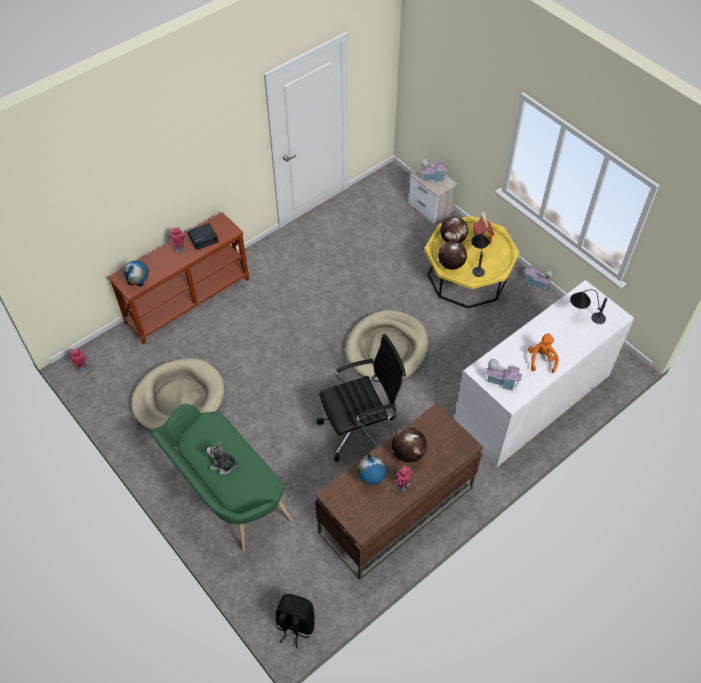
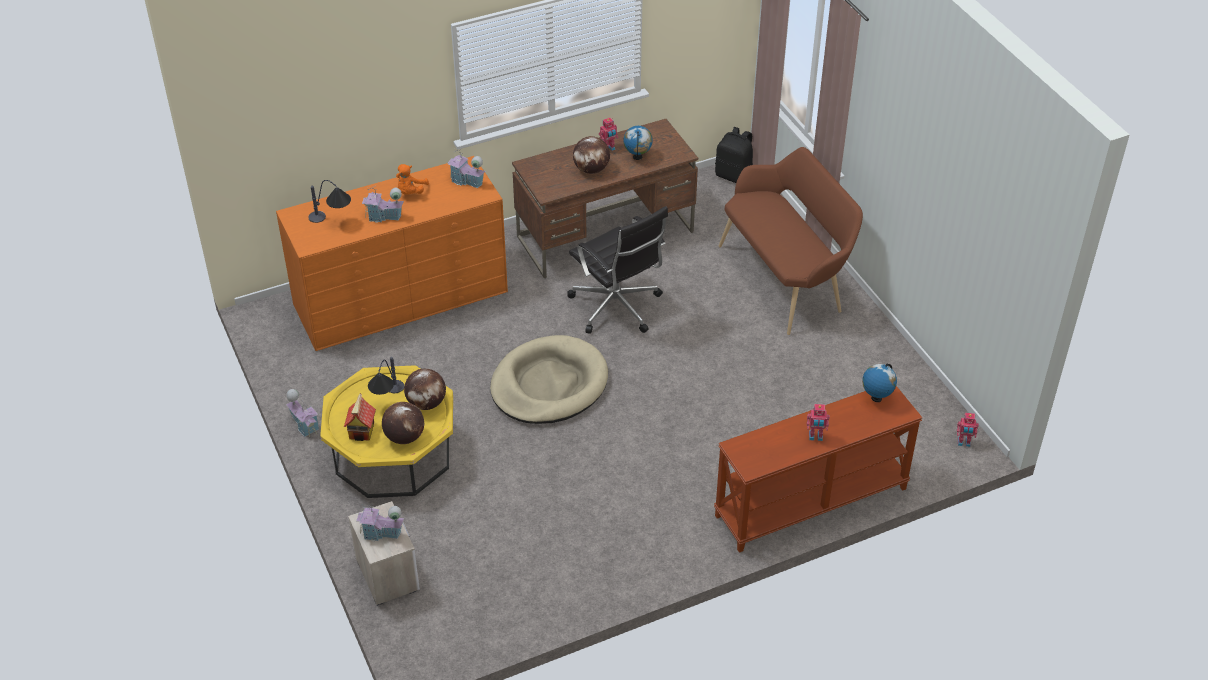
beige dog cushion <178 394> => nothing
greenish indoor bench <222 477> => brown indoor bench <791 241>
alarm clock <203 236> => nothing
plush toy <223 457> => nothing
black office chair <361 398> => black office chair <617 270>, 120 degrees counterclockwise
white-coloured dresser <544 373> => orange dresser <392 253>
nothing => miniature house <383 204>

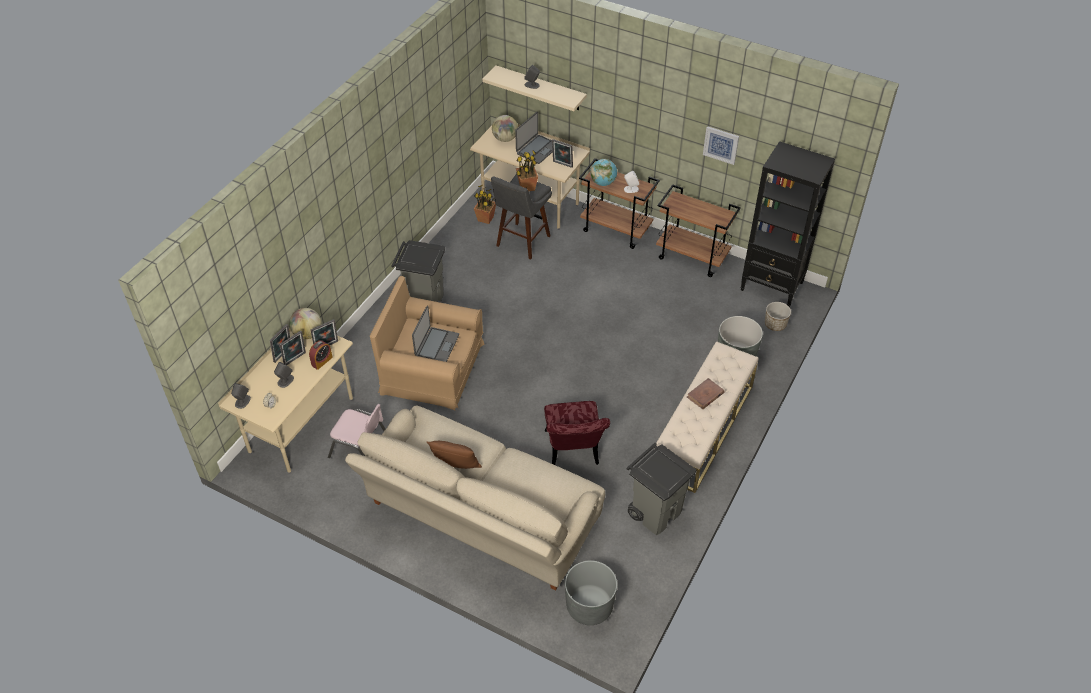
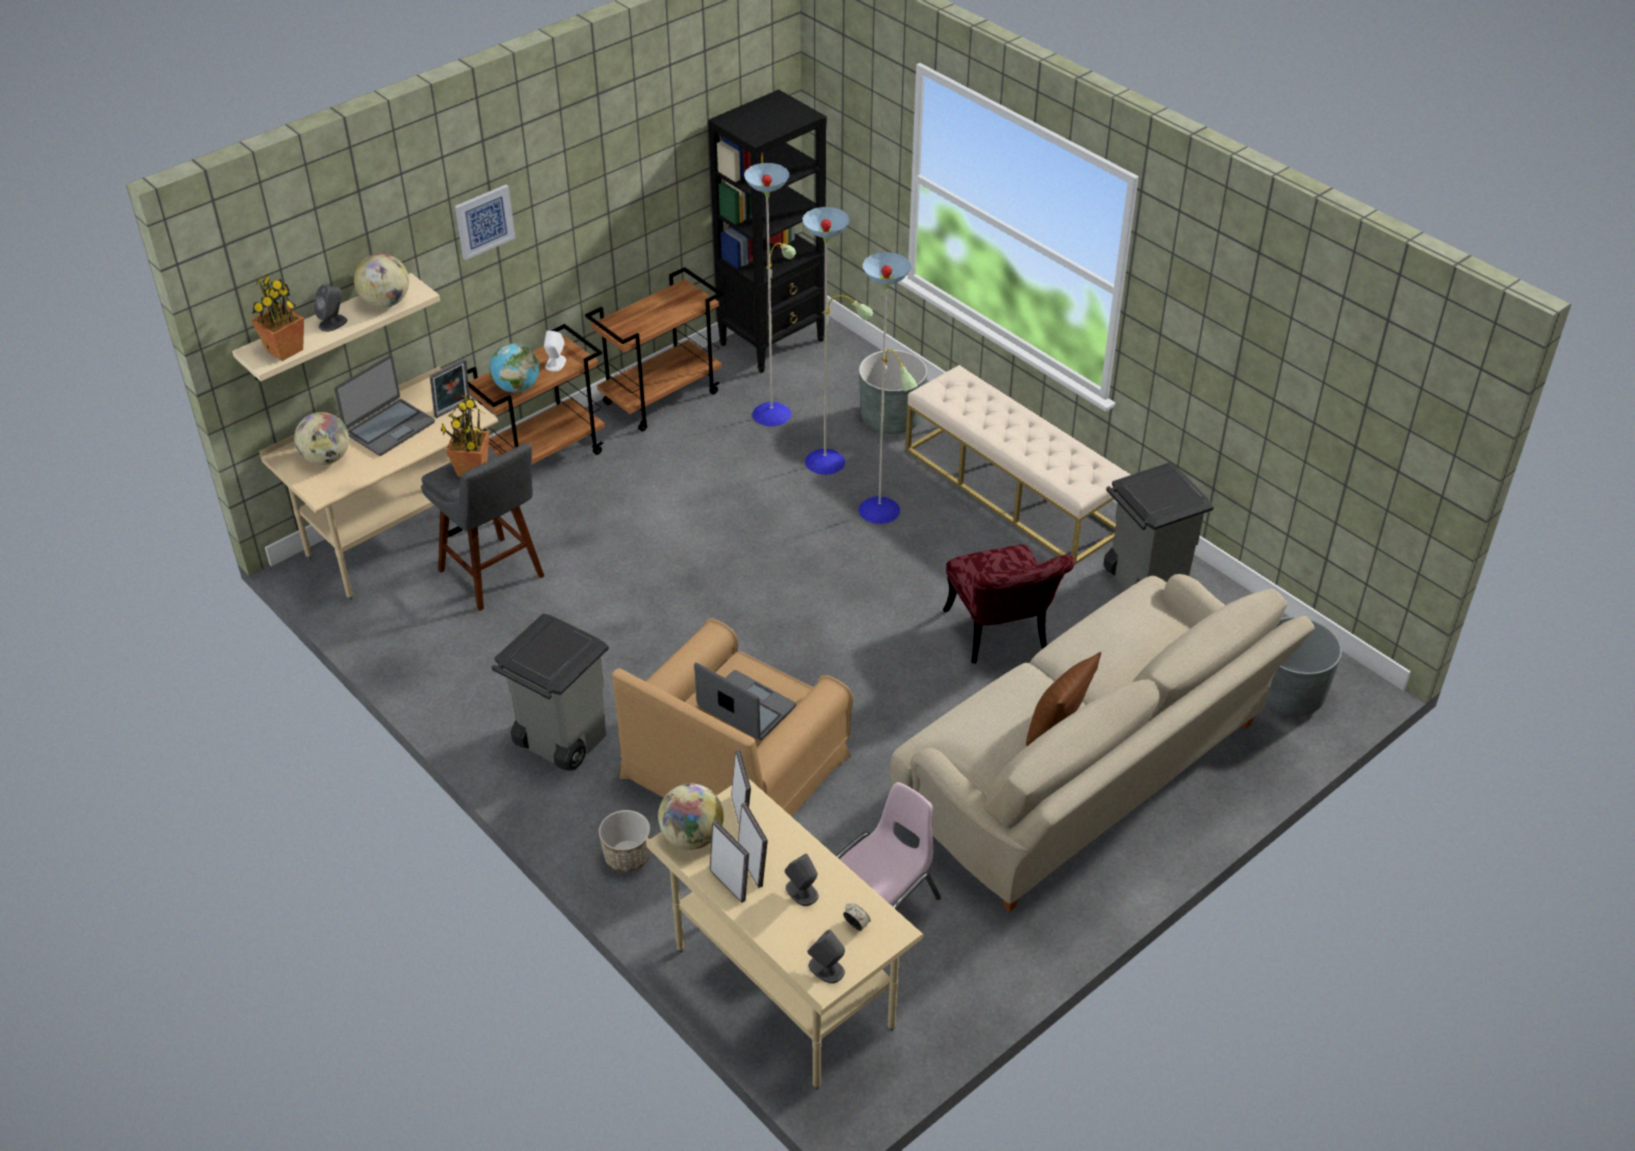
alarm clock <321 355> => nothing
plant in a pot <485 204> => plant in a pot <277 317>, shifted
portable computer <534 138> => portable computer <384 405>, 75 degrees clockwise
red chair <577 433> => red chair <1009 604>, 60 degrees clockwise
brown volume <706 393> => nothing
wall picture <721 145> => wall picture <485 222>, shifted
planter <778 316> => planter <624 841>, shifted
nothing => world globe <381 280>
nothing => standing lamp <830 343>

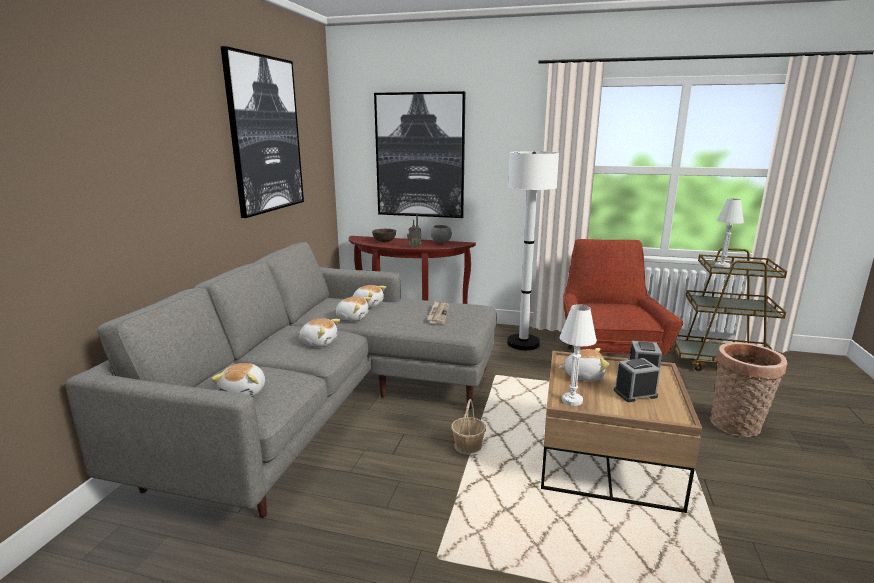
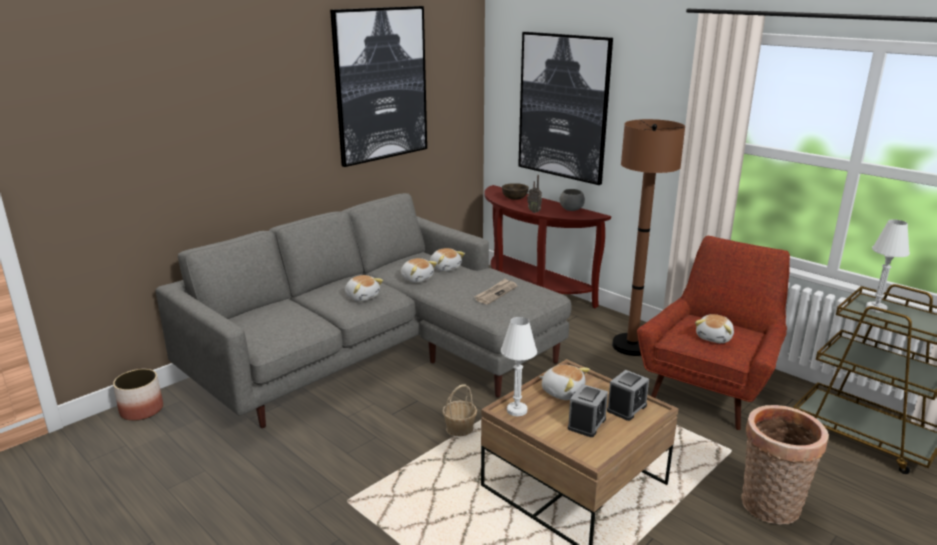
plush toy <238 379> => plush toy <714 328>, shifted
white-coloured standing lamp <533 250> => brown standing lamp <648 237>
alarm clock <637 380> => alarm clock <588 410>, 105 degrees clockwise
nothing => planter <138 395>

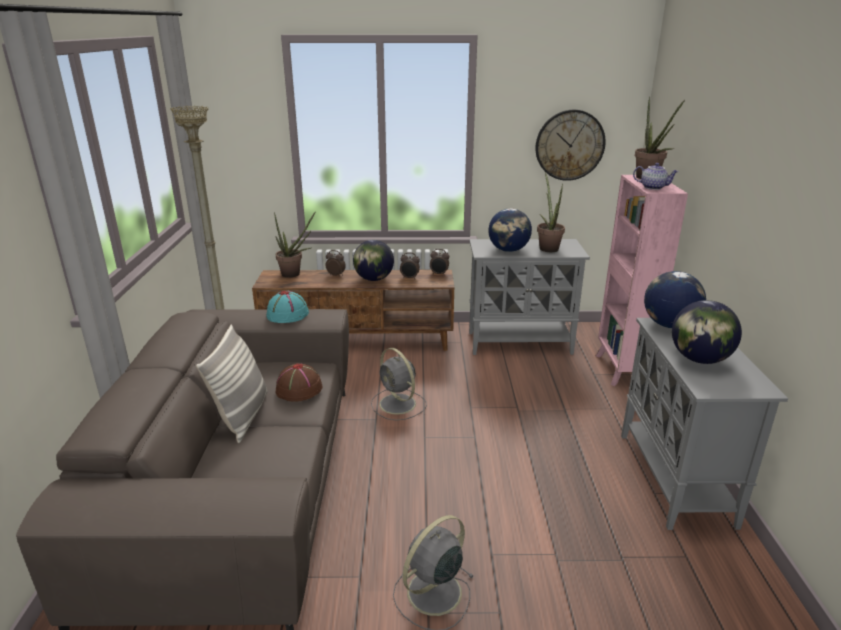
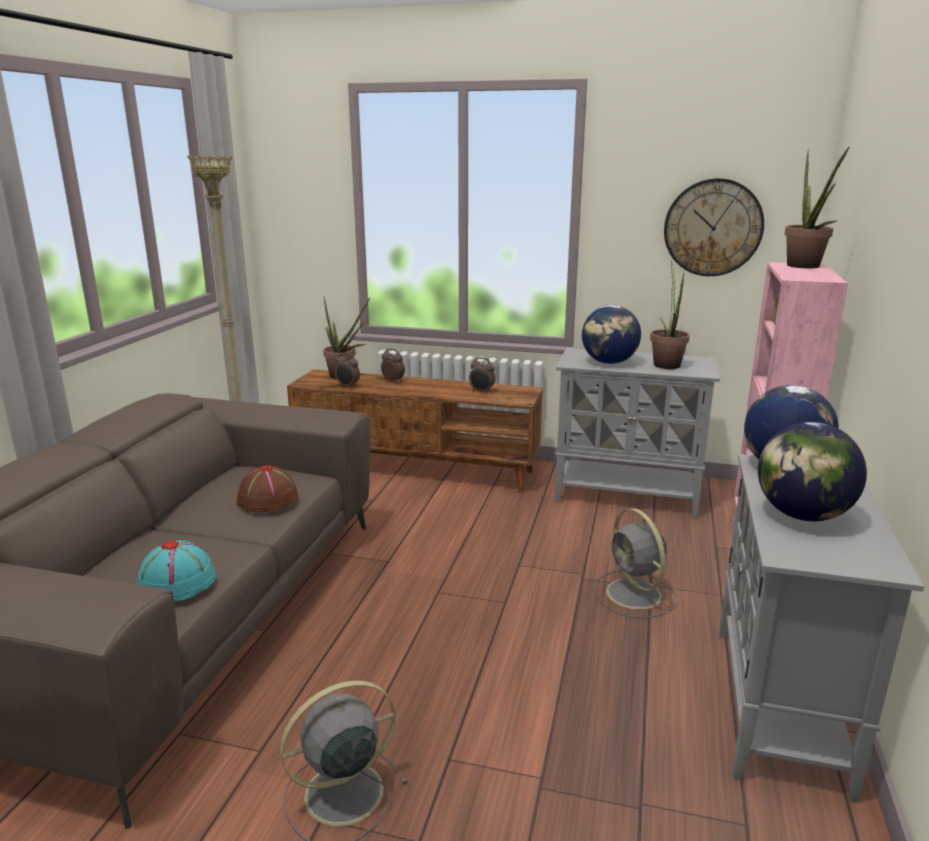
cushion <232 384> => nothing
blue-green wearable hat <288 307> => blue-green wearable hat <176 571>, shifted
world globe <373 260> => nothing
grey fan <399 384> => grey fan <636 563>, shifted
alarm clock <439 262> => alarm clock <347 370>, shifted
teapot <656 176> => nothing

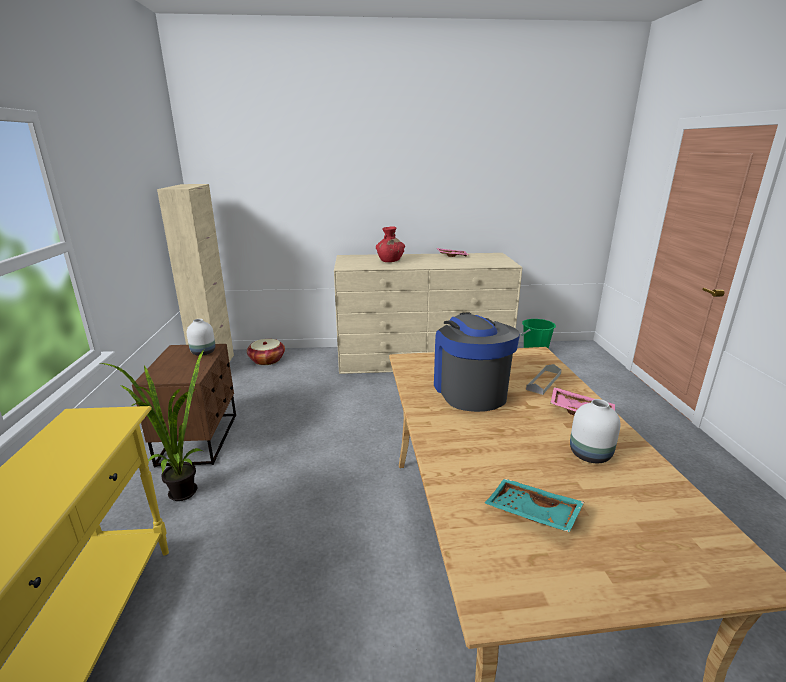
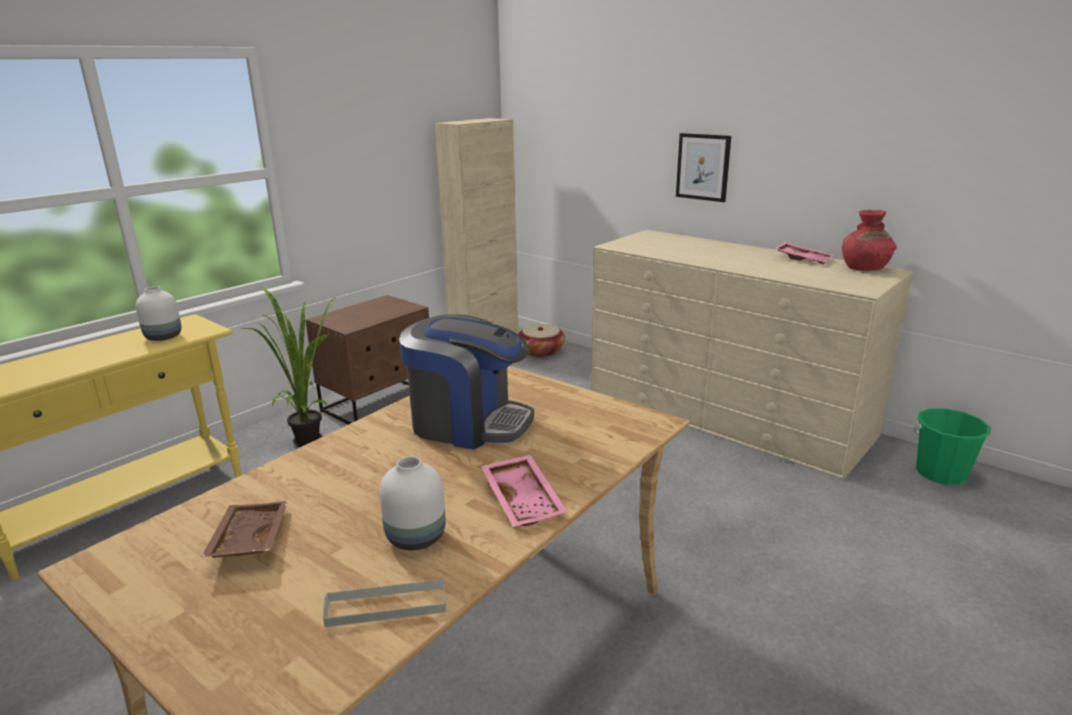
white-coloured flower vase <201 337> => white-coloured flower vase <158 313>, shifted
red flower vase <390 244> => red flower vase <869 240>, shifted
coffee machine <477 362> => coffee machine <466 381>, 75 degrees clockwise
blue-green serving tray <534 505> => brown serving tray <245 529>
grey serving tray <543 379> => grey serving tray <384 602>, shifted
nothing => wall picture <703 167>

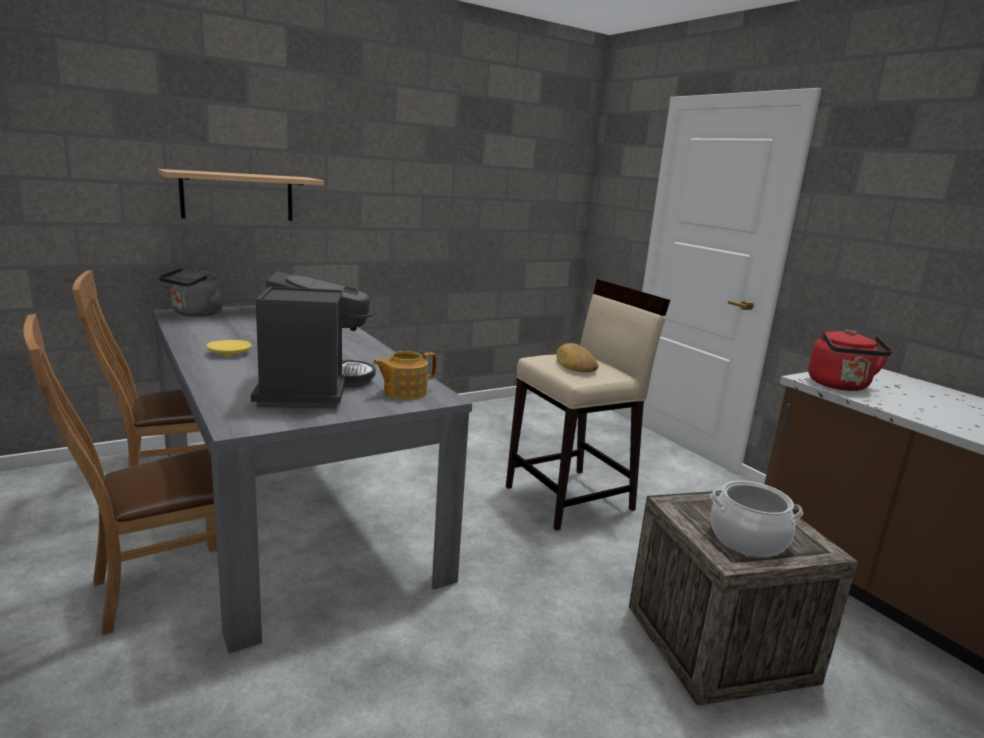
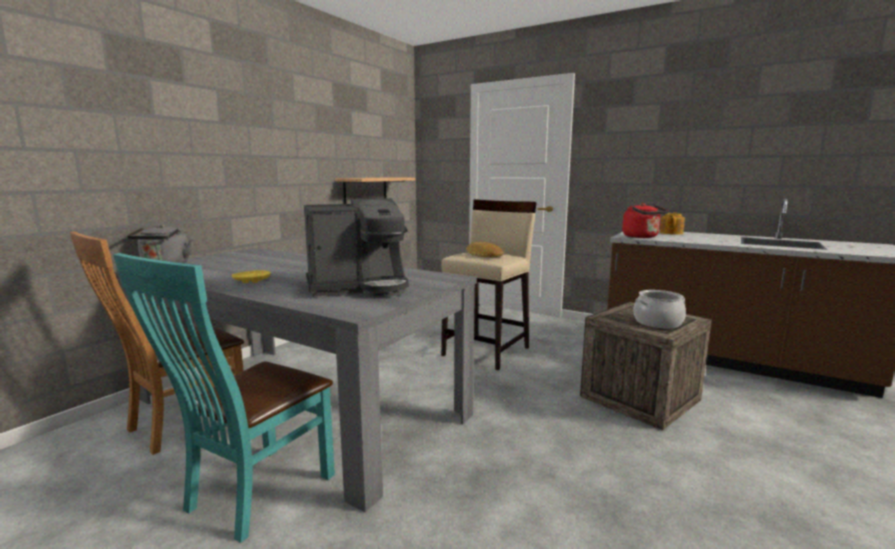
brown chair <120 474> => blue-green chair <224 398>
wall shelf <241 195> => wall shelf <375 190>, shifted
coffee machine <313 340> => coffee machine <356 247>, 105 degrees clockwise
teapot <405 375> => teapot <672 224>, shifted

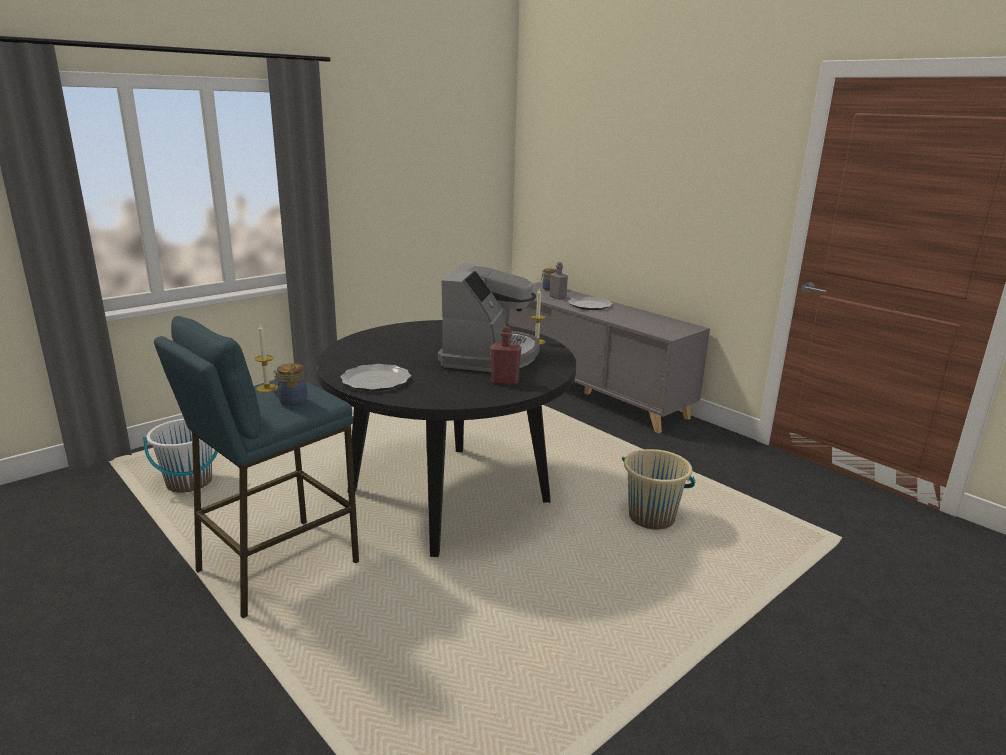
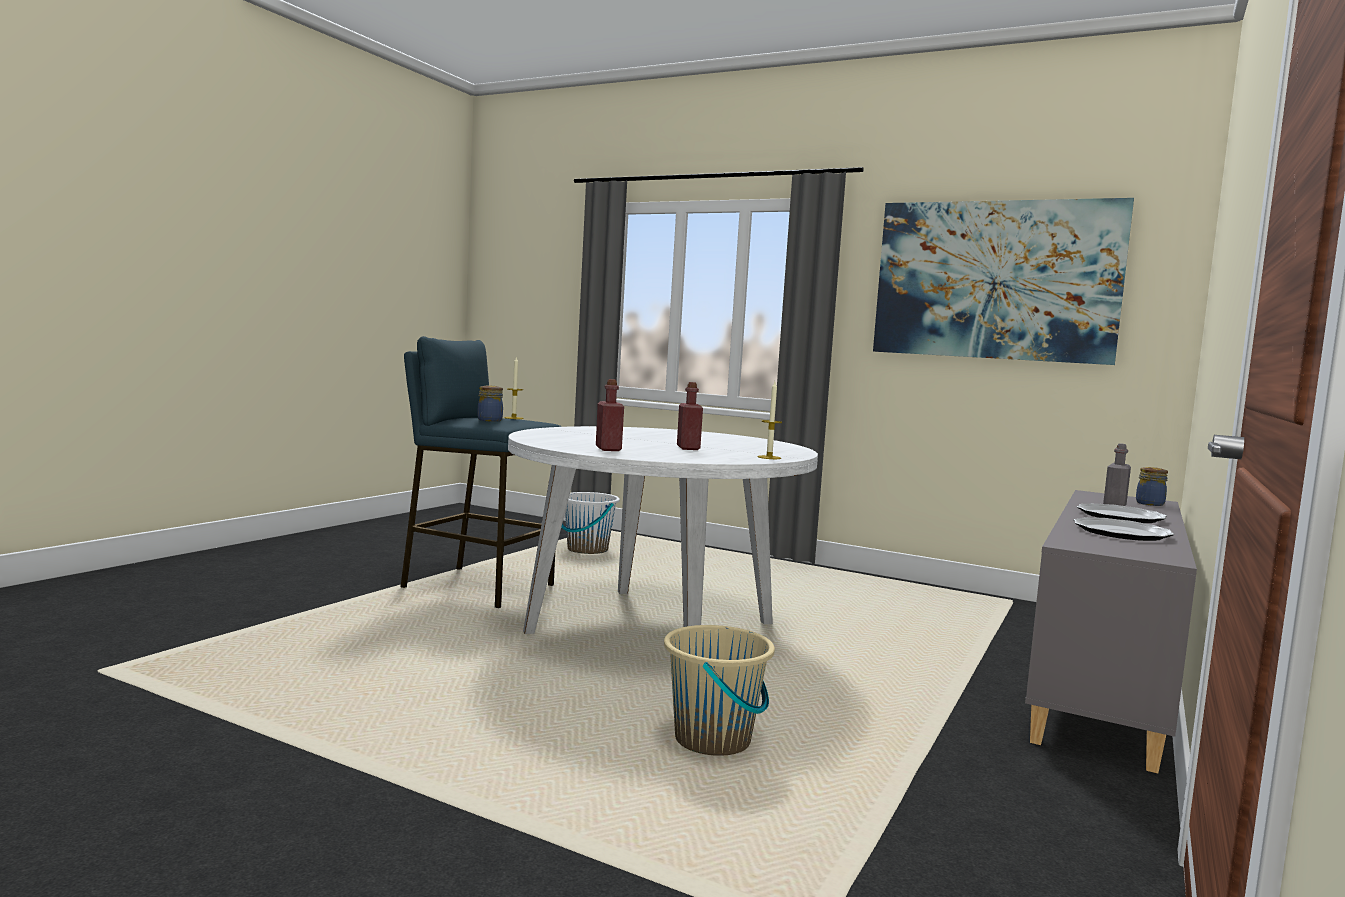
black dinner table <446 438> => white-coloured dinner table <663 530>
flat dish <375 377> => flat dish <1124 529>, shifted
coffee machine <489 317> => red drink bottle <690 416>
nothing => wall picture <1003 281>

